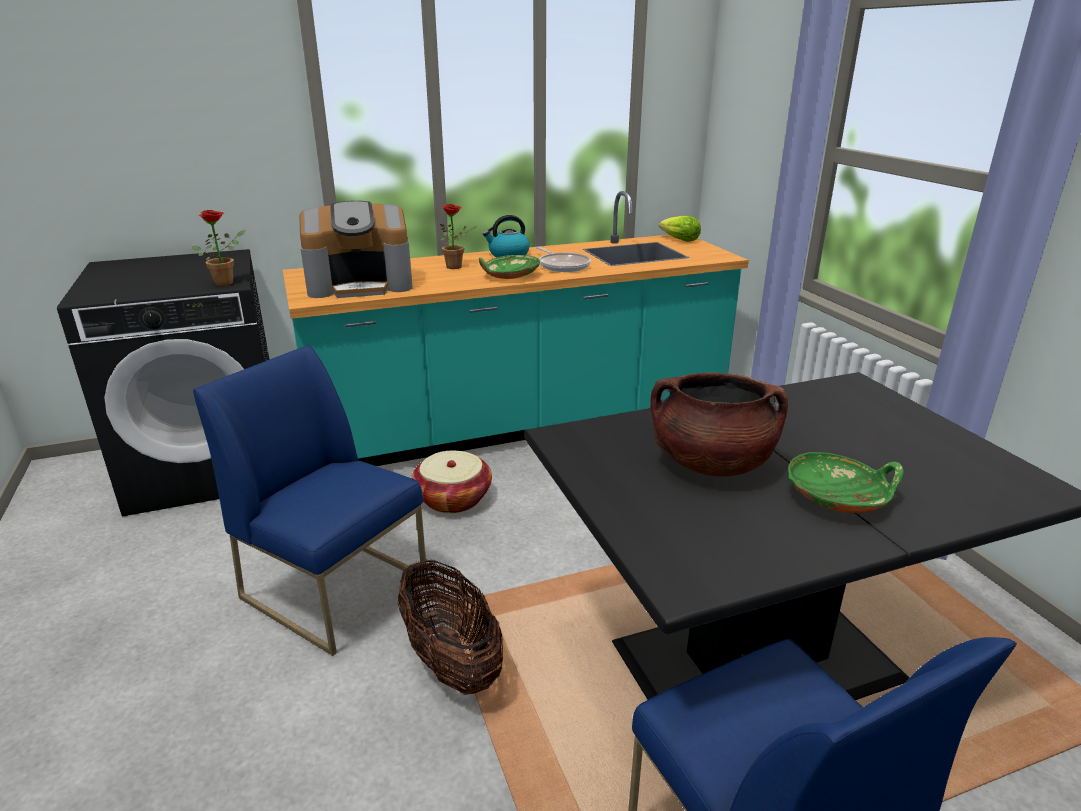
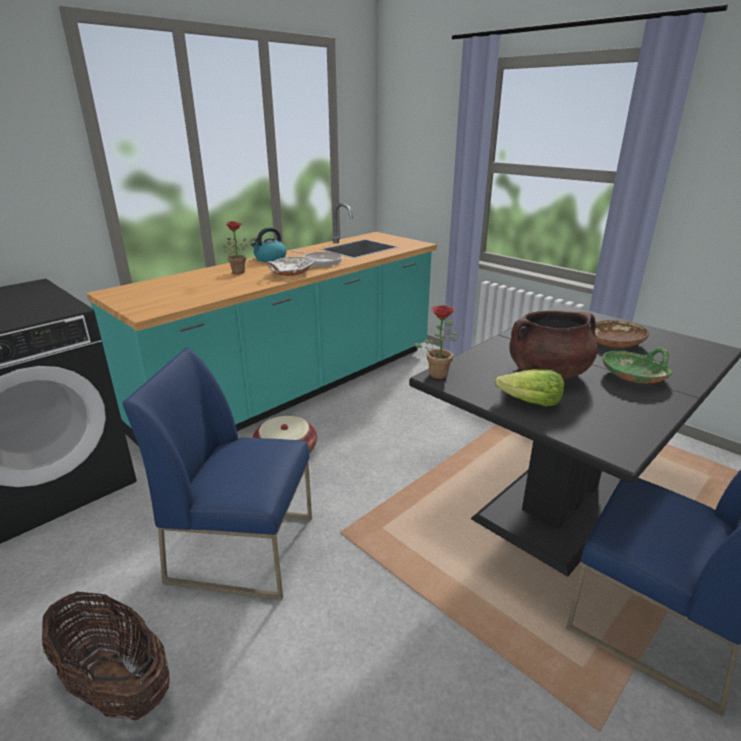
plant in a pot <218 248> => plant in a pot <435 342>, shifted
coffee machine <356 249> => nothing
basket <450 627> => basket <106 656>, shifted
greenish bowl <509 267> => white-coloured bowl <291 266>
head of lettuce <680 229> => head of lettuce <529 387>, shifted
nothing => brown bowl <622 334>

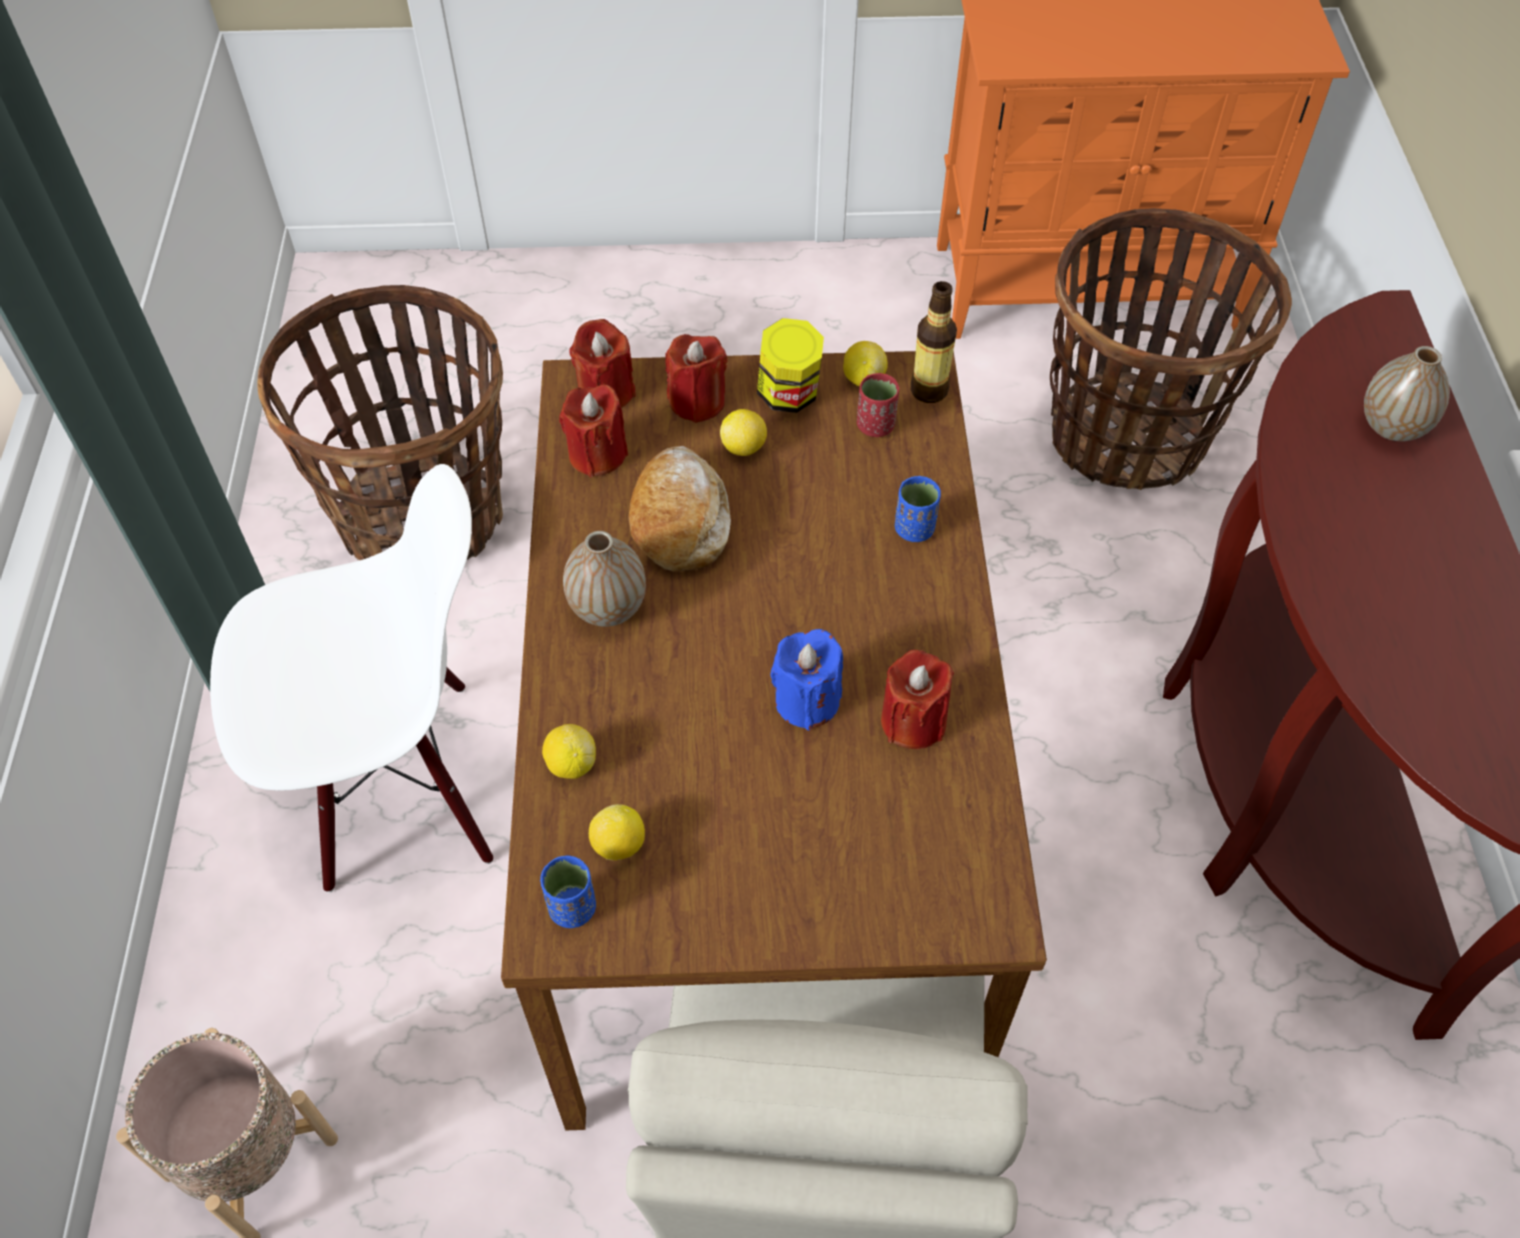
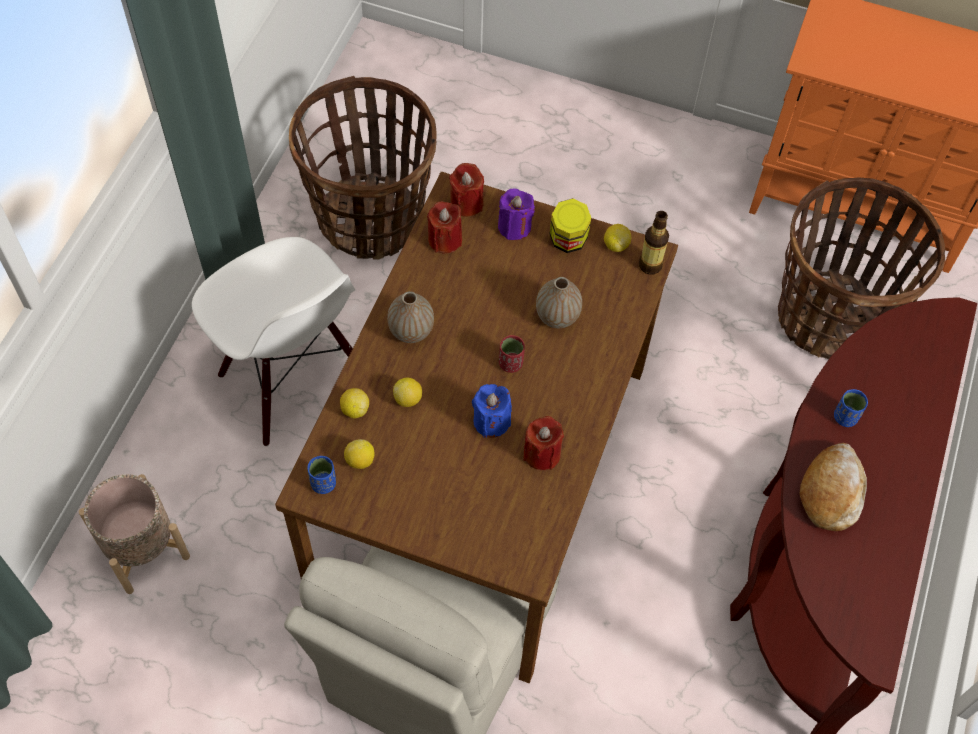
white-coloured chair <351 678> => white-coloured chair <273 341>, 45 degrees clockwise
bread <679 508> => bread <833 487>, shifted
red wax candle <696 378> => purple wax candle <516 214>
whole lemon <743 432> => whole lemon <407 392>, shifted
red drinking cup <878 405> => red drinking cup <512 354>, shifted
bluish drinking cup <918 509> => bluish drinking cup <851 408>, shifted
flower vase <1407 393> => flower vase <559 302>, shifted

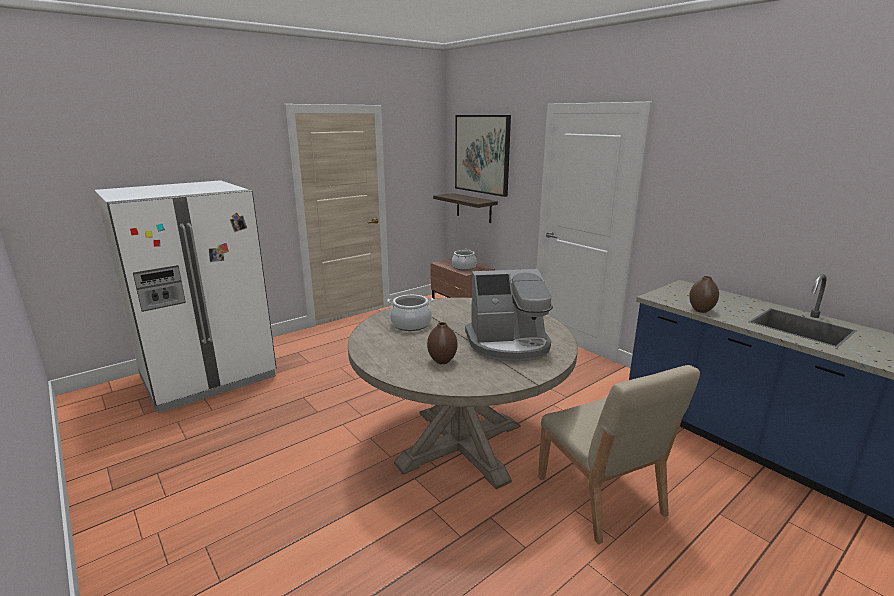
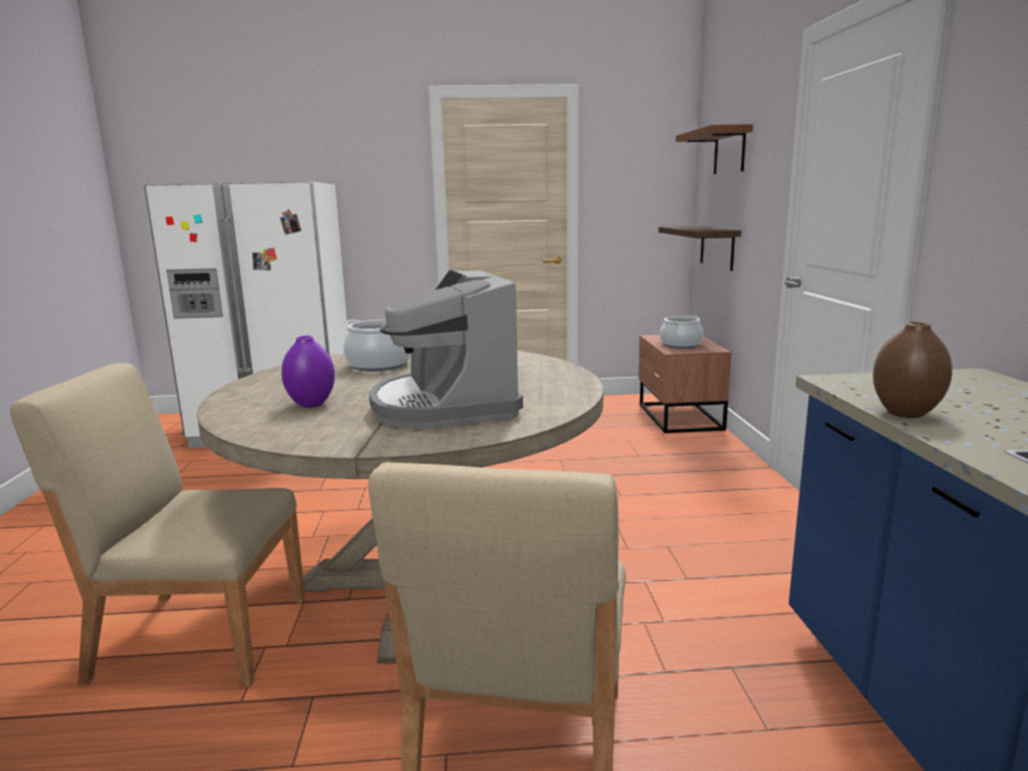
brown flower vase <442 343> => purple flower vase <308 372>
wall picture <483 156> => brown wall shelf <714 149>
coffee machine <509 315> => coffee machine <446 349>, 45 degrees clockwise
nothing => beige chair <157 525>

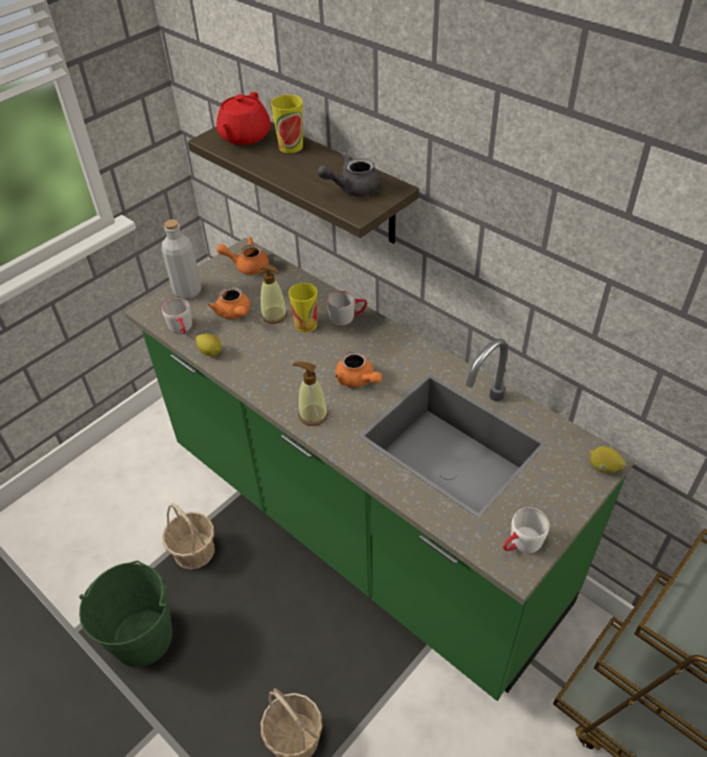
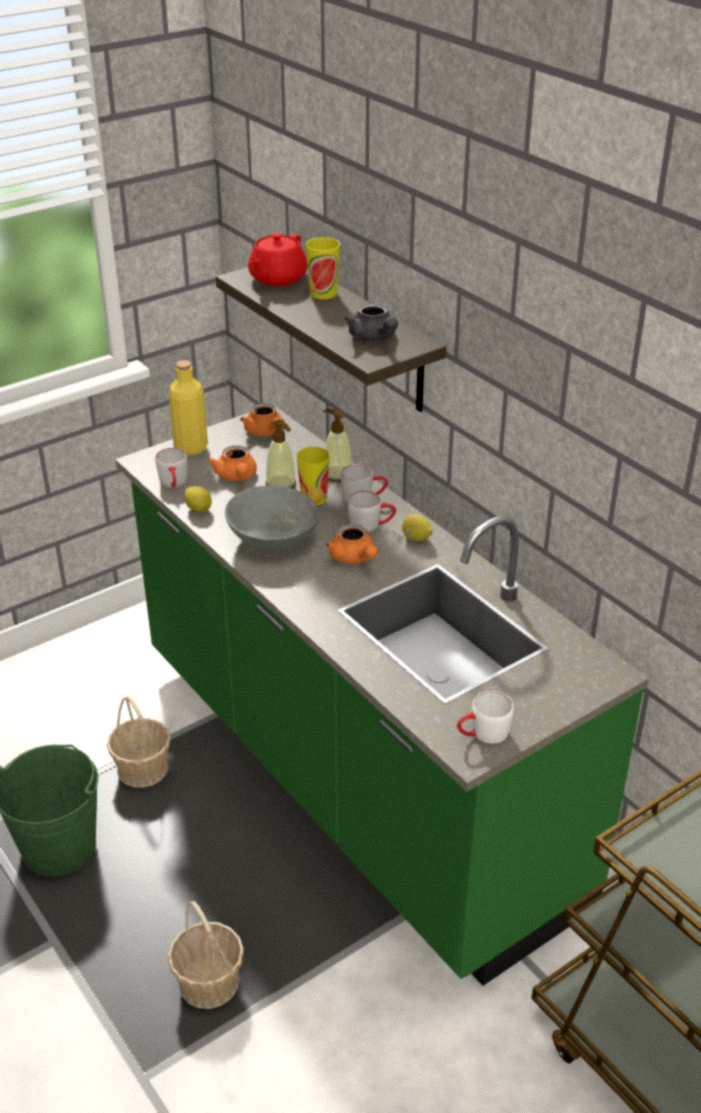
grey drink bottle <181 259> => yellowish drink bottle <188 408>
orange teapot <243 256> => orange teapot <262 419>, 135 degrees counterclockwise
soap bottle <311 394> => soap bottle <337 445>, shifted
grey teapot <349 174> => grey teapot <371 322>, 105 degrees counterclockwise
whole lemon <607 459> => whole lemon <417 527>, shifted
nothing => grey bowl <272 518>
nothing => grey tea mug <371 511>

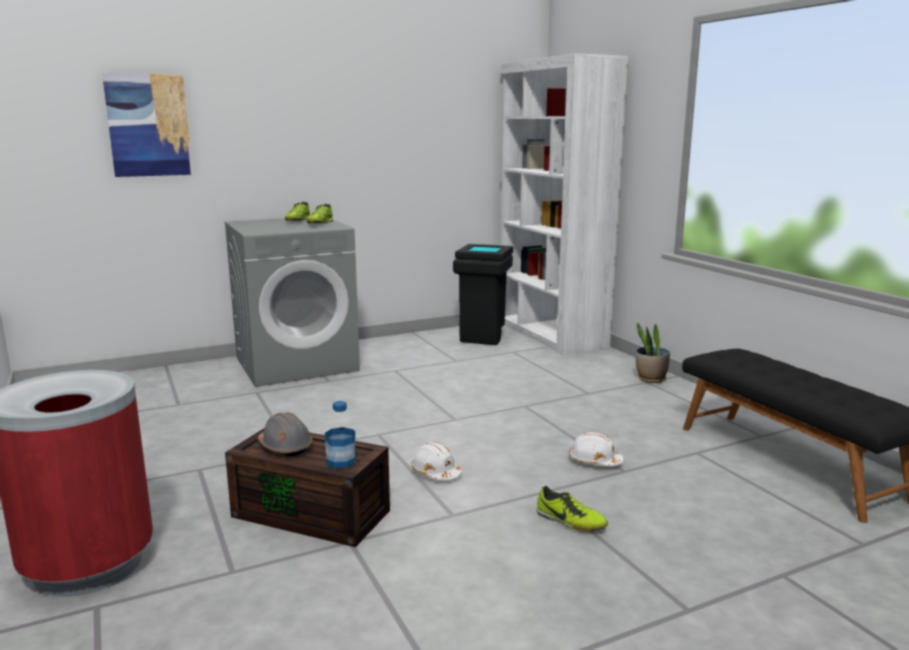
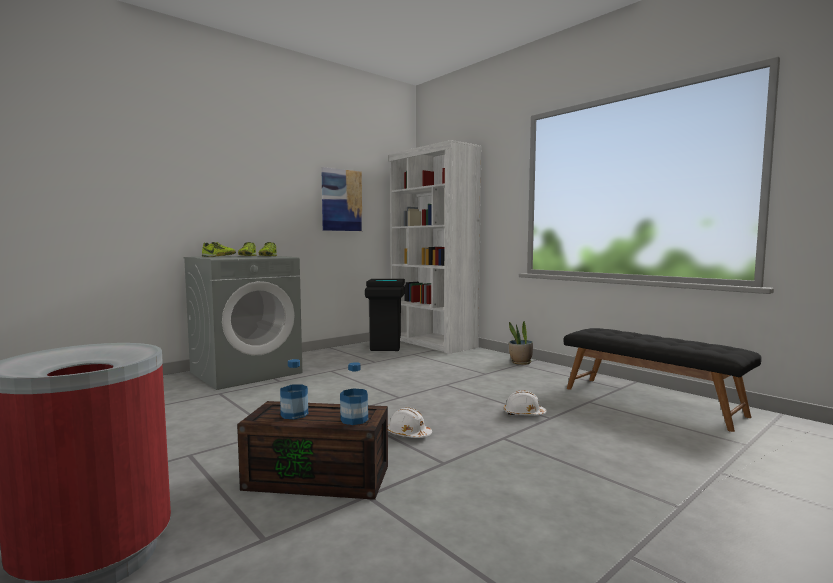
wall picture <147 125> => wall picture <341 199>, shifted
grey work helmet <285 434> => drink bottle <294 389>
shoe <572 508> => shoe <219 249>, shifted

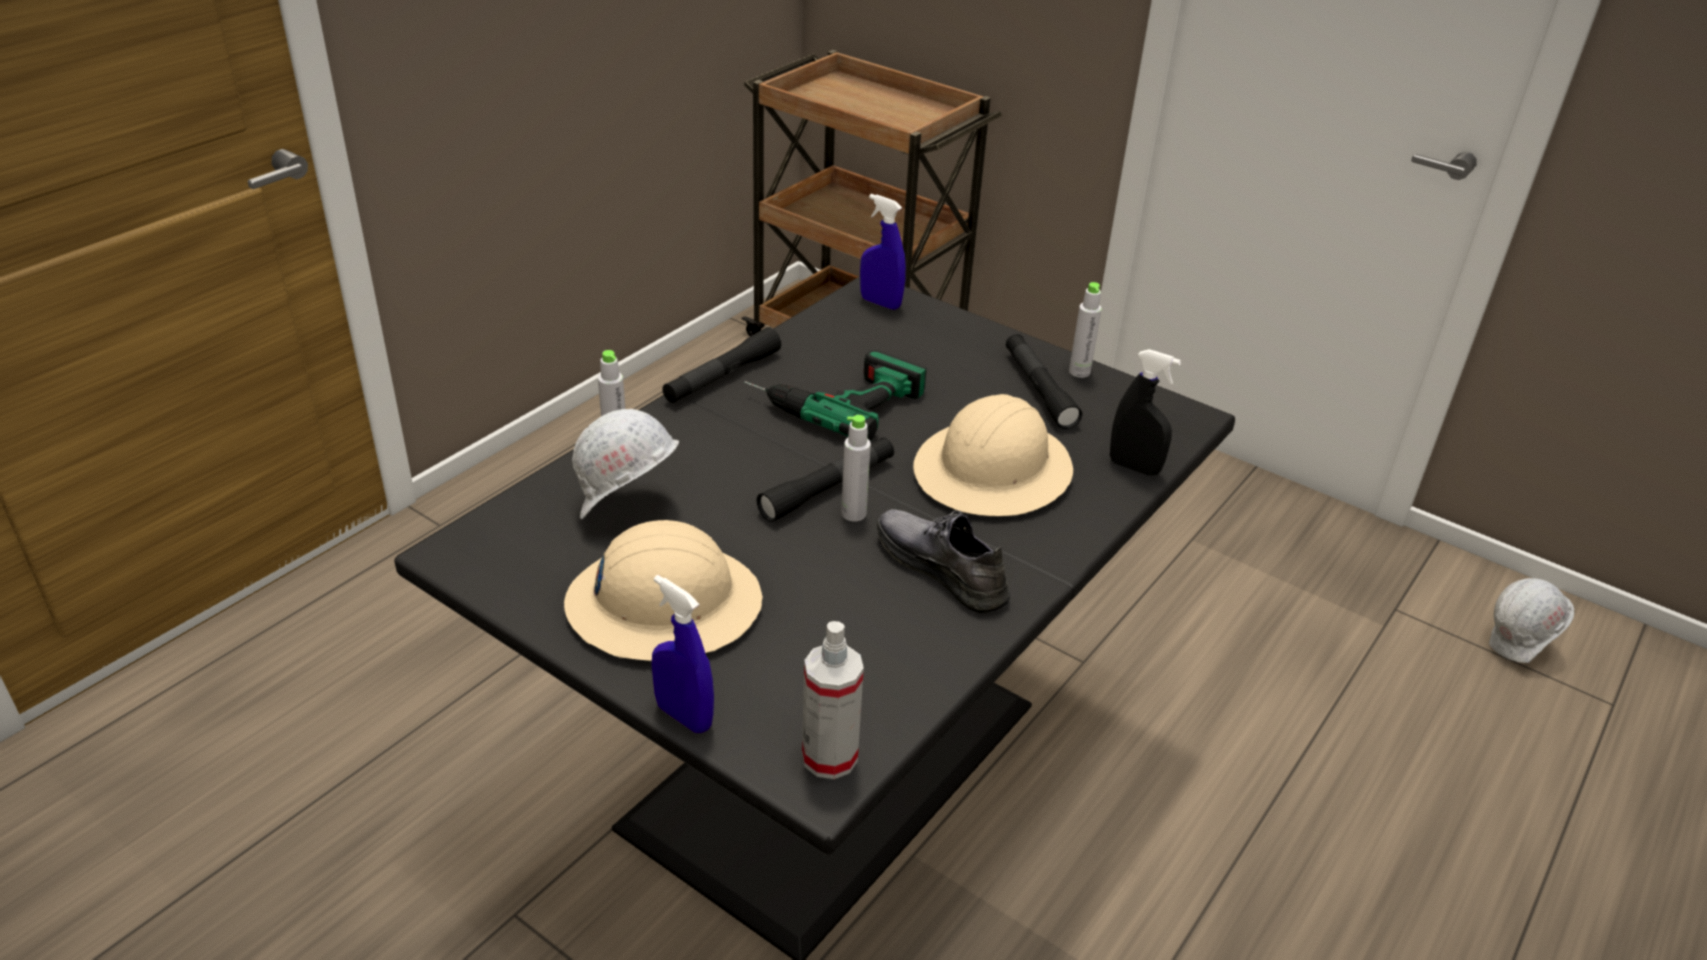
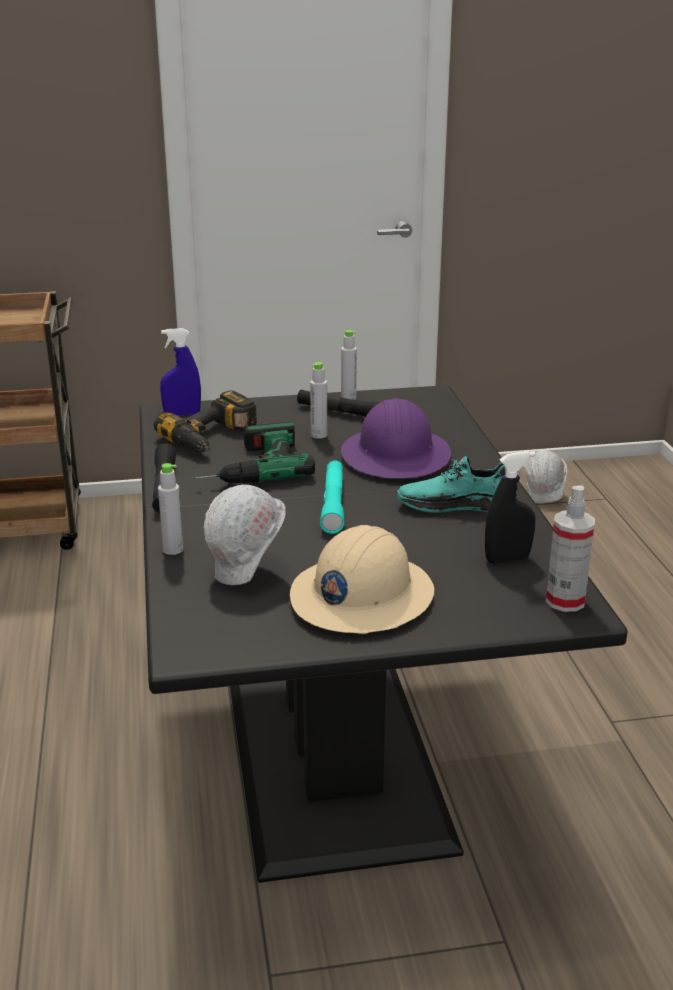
bluish spray bottle <682 654> => nothing
black torch <825 479> => blue-green torch <332 497>
grey drink bottle <856 468> => grey drink bottle <318 400>, shifted
grey shoe <943 561> => blue-green shoe <451 484>
beige work helmet <993 455> => purple work helmet <396 438>
black spray bottle <1145 412> => black spray bottle <510 507>, shifted
nothing => drill <205 421>

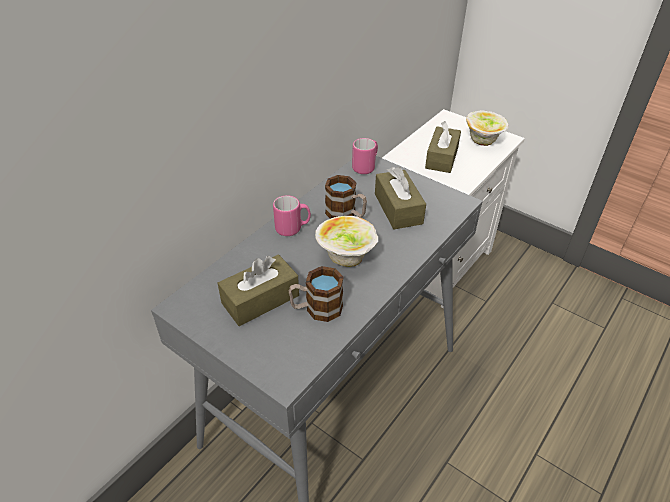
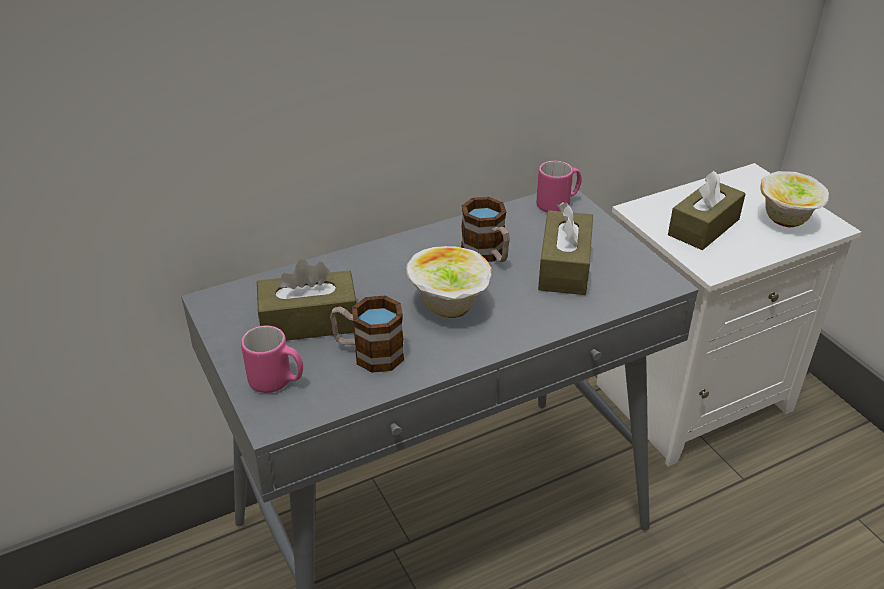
pinkish tea mug <292 215> => pinkish tea mug <272 359>, shifted

